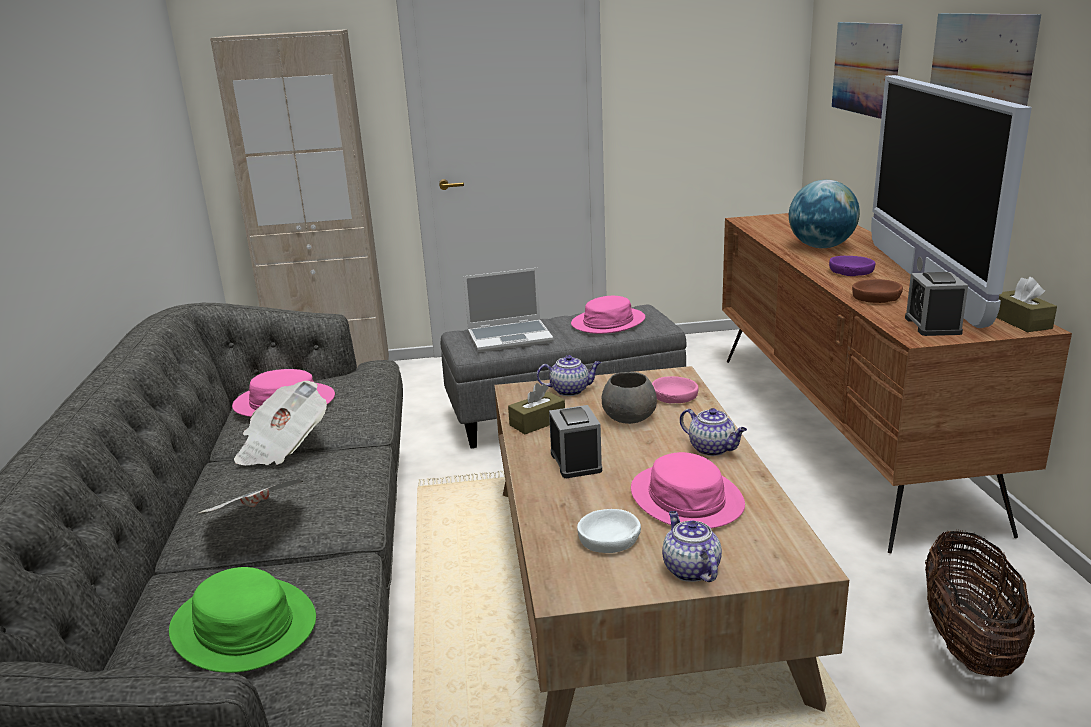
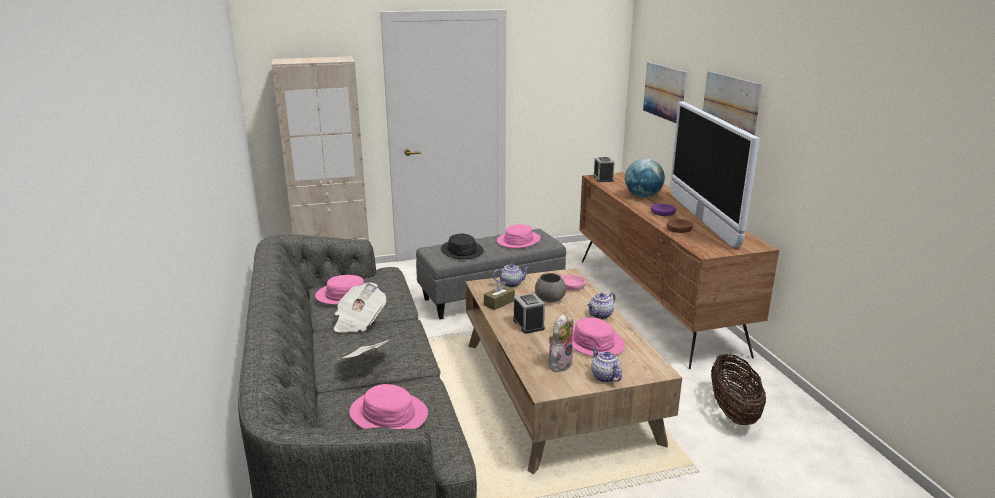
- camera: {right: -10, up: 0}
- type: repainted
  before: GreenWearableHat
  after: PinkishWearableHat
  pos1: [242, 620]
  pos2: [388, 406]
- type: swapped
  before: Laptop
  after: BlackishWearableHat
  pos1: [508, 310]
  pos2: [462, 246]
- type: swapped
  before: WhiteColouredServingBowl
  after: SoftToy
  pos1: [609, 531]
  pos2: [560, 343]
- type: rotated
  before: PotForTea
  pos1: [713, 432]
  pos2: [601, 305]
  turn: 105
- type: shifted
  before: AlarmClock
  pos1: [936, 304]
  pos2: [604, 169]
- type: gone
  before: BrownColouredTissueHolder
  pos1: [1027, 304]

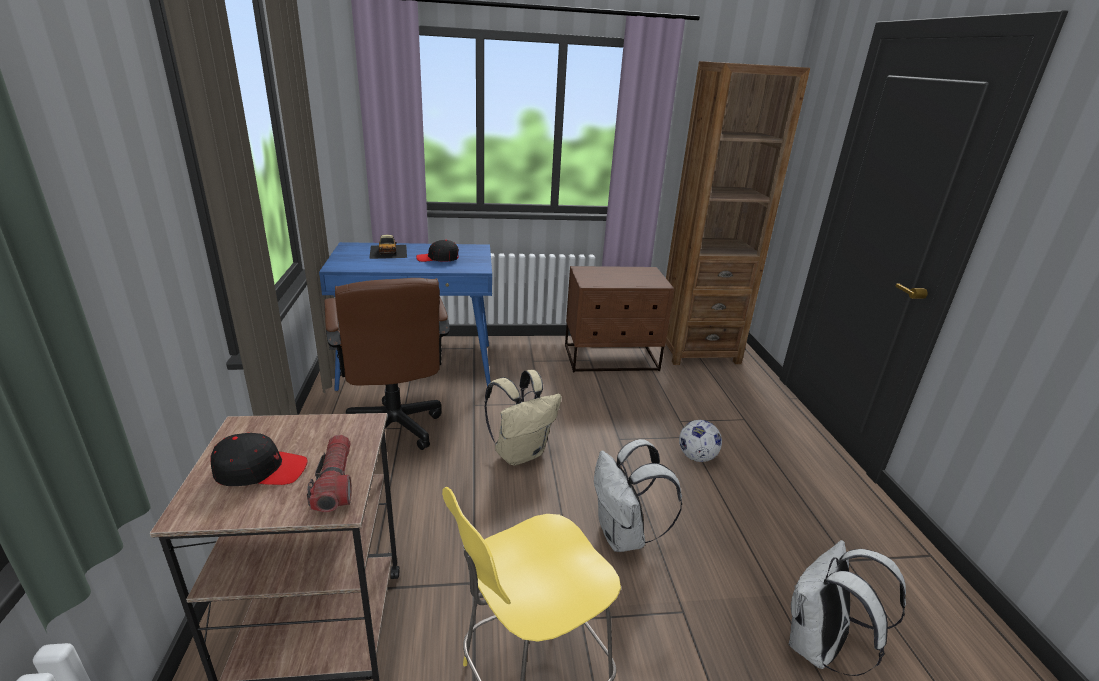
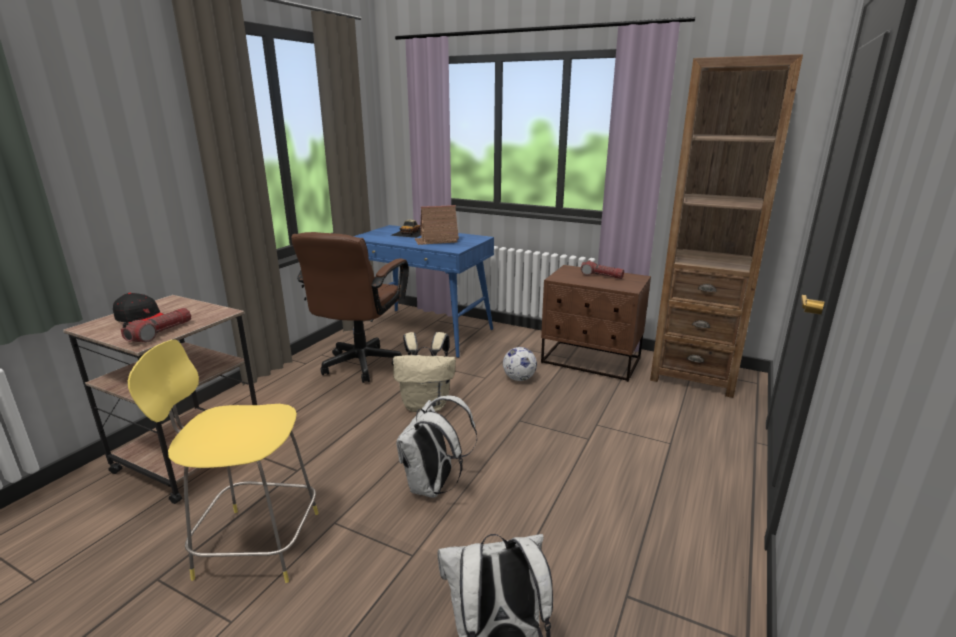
- camera: {right: 35, up: -5}
- type: swapped
  before: BlackishBaseballCap
  after: ModelHouse
  pos1: [437, 251]
  pos2: [436, 225]
- type: shifted
  before: BallForFootball
  pos1: [700, 441]
  pos2: [520, 364]
- type: new
  after: Torch
  pos2: [602, 269]

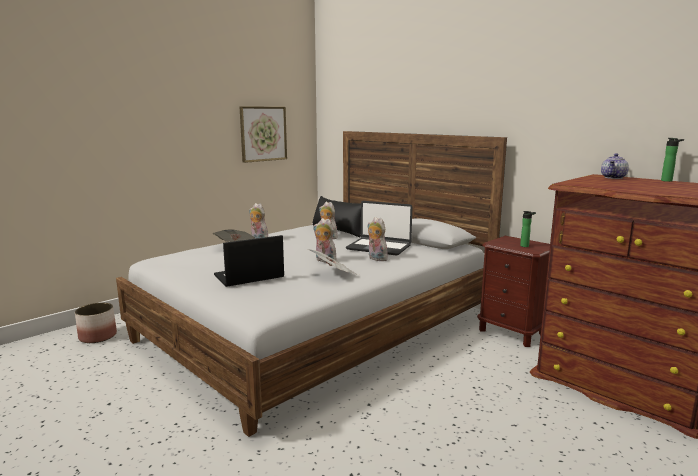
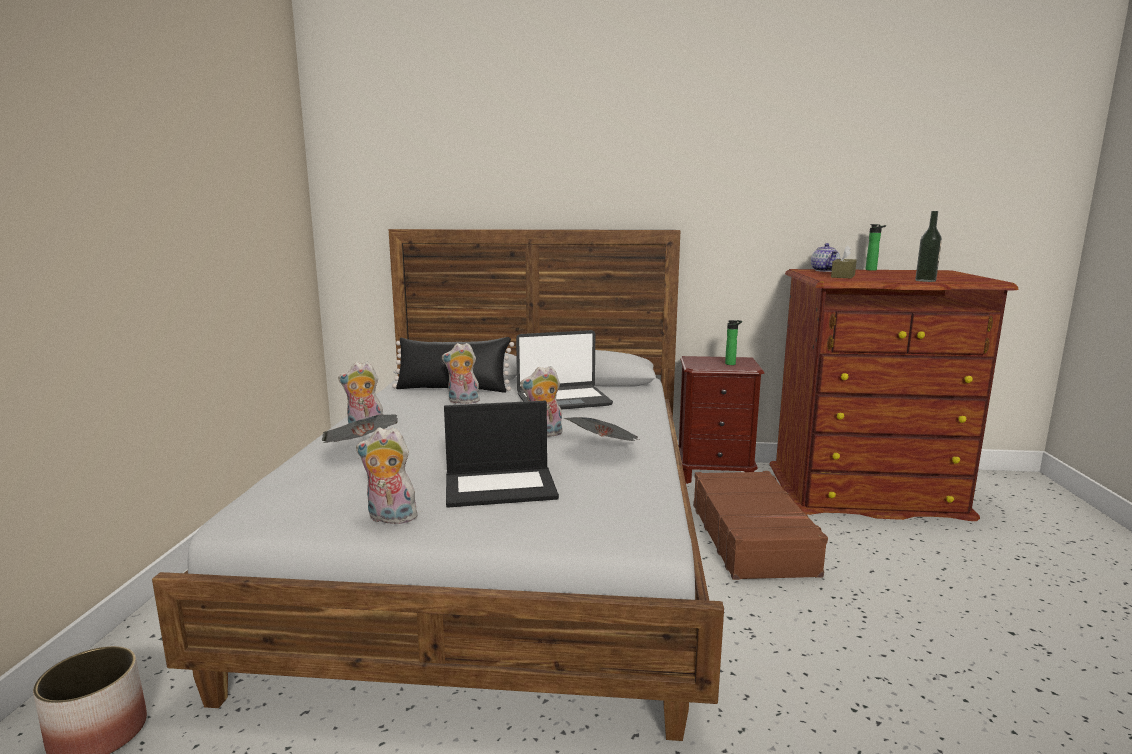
- camera: {right: -40, up: 0}
- type: shifted
  before: SoftToy
  pos1: [377, 239]
  pos2: [388, 476]
- type: rotated
  before: Laptop
  pos1: [249, 261]
  pos2: [501, 454]
  turn: -120
- type: new
  after: BrownColouredSuitcase
  pos2: [760, 525]
- type: new
  after: BrownColouredTissueHolder
  pos2: [844, 261]
- type: new
  after: BeverageBottle
  pos2: [928, 246]
- type: gone
  before: WallArt
  pos1: [263, 134]

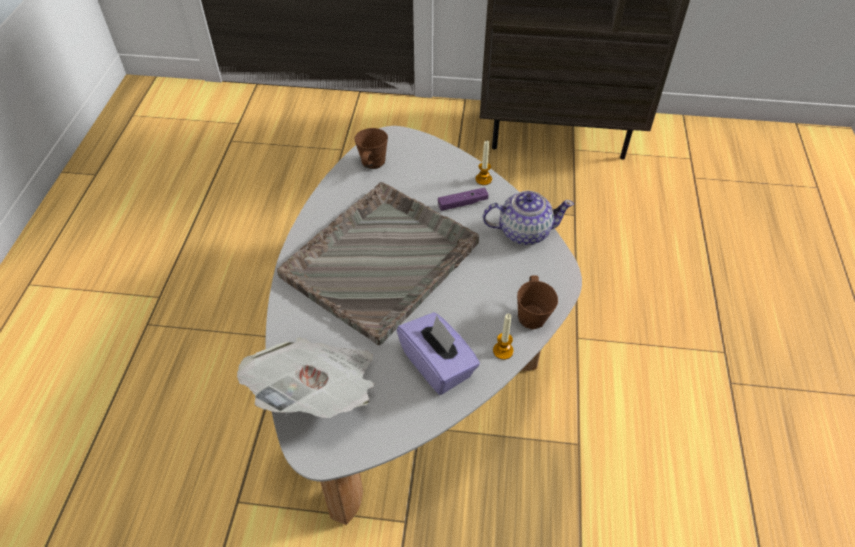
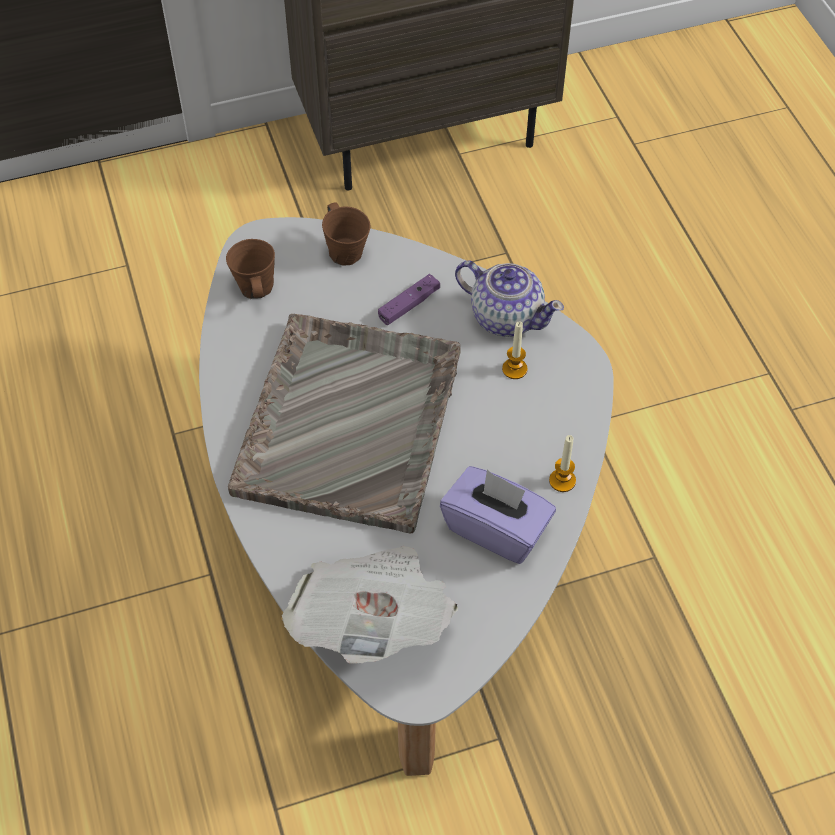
- camera: {right: -25, up: 5}
- type: shifted
  before: BrownColouredCoffeeMug
  pos1: [537, 302]
  pos2: [346, 233]
- type: rotated
  before: PotForTea
  pos1: [528, 218]
  pos2: [509, 299]
  turn: 60
- type: shifted
  before: Candle
  pos1: [483, 163]
  pos2: [515, 350]

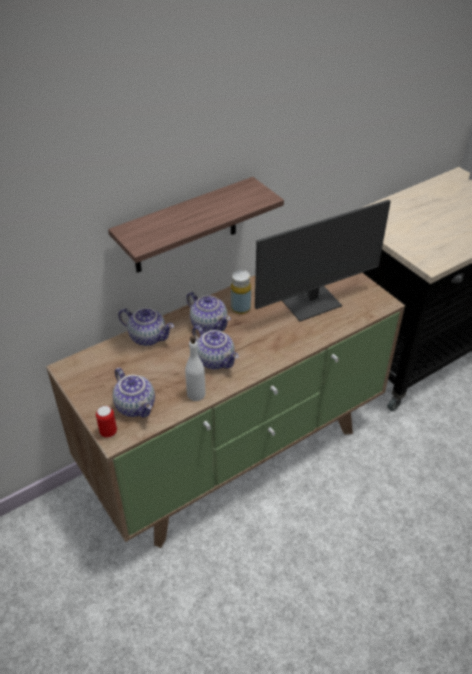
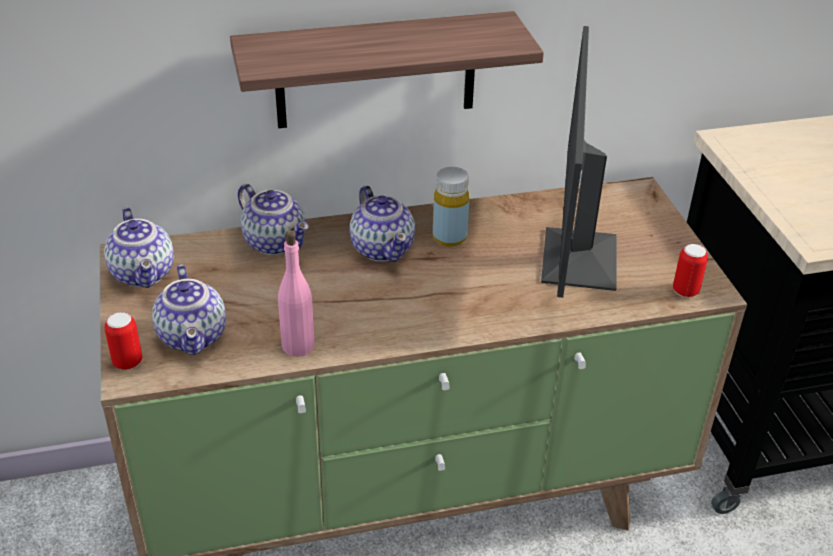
- camera: {right: 20, up: -5}
- type: shifted
  before: PotForTea
  pos1: [215, 347]
  pos2: [139, 247]
- type: repainted
  before: WhiteColouredBeverageBottle
  after: PinkishBeverageBottle
  pos1: [195, 368]
  pos2: [296, 293]
- type: rotated
  before: Monitor
  pos1: [323, 260]
  pos2: [579, 162]
  turn: 105
- type: new
  after: SealedCan
  pos2: [690, 271]

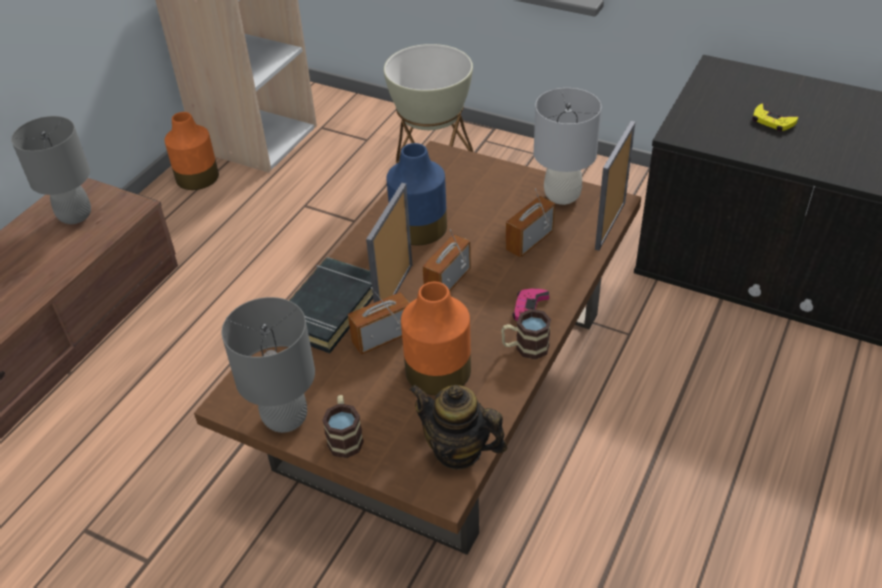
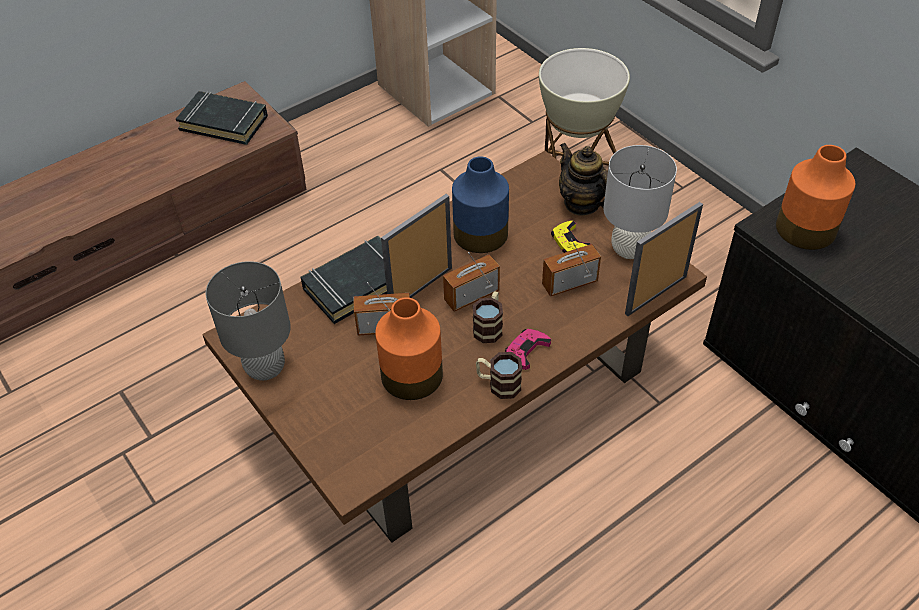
- camera: {right: 25, up: 5}
- type: swapped
  before: GrayTableLamp
  after: BlackishBoundBook
  pos1: [51, 170]
  pos2: [222, 118]
- type: shifted
  before: CoffeeMug
  pos1: [343, 426]
  pos2: [488, 317]
- type: shifted
  before: YellowishGamepad
  pos1: [775, 117]
  pos2: [570, 237]
- type: shifted
  before: PotForTea
  pos1: [458, 427]
  pos2: [583, 179]
- type: shifted
  before: OrangeDecorativeVase
  pos1: [192, 151]
  pos2: [815, 197]

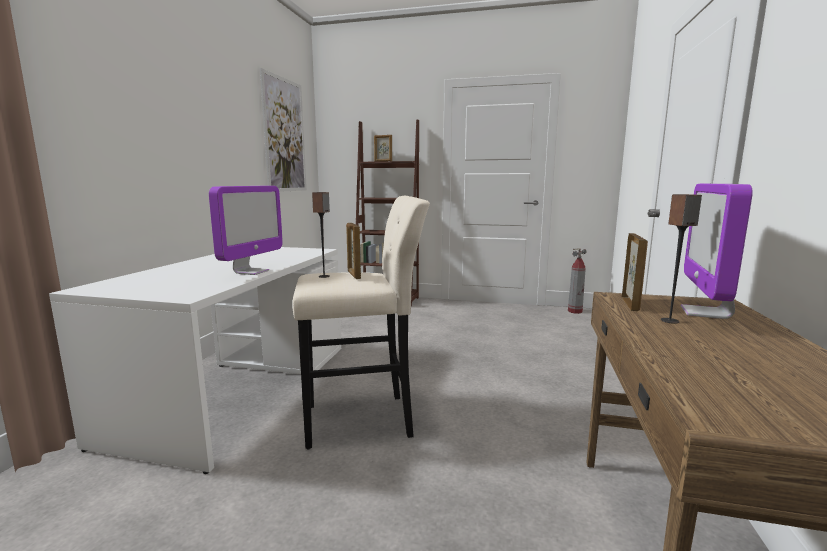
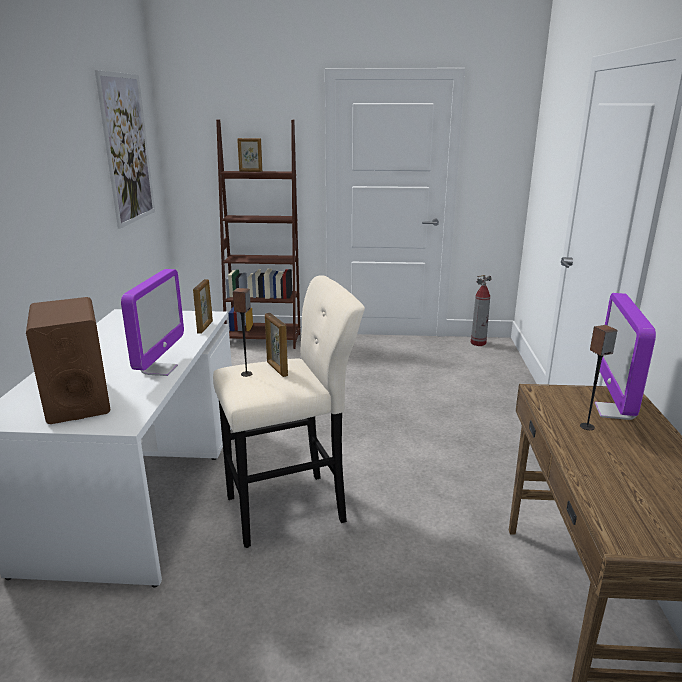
- camera: {right: -10, up: 10}
- type: new
  after: BrownColouredAudioSpeaker
  pos2: [68, 360]
- type: shifted
  before: PictureFrame
  pos1: [635, 272]
  pos2: [203, 306]

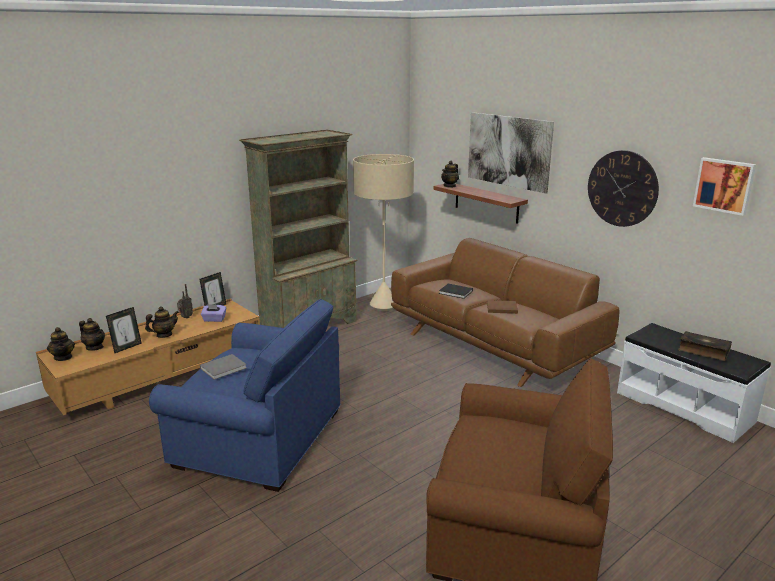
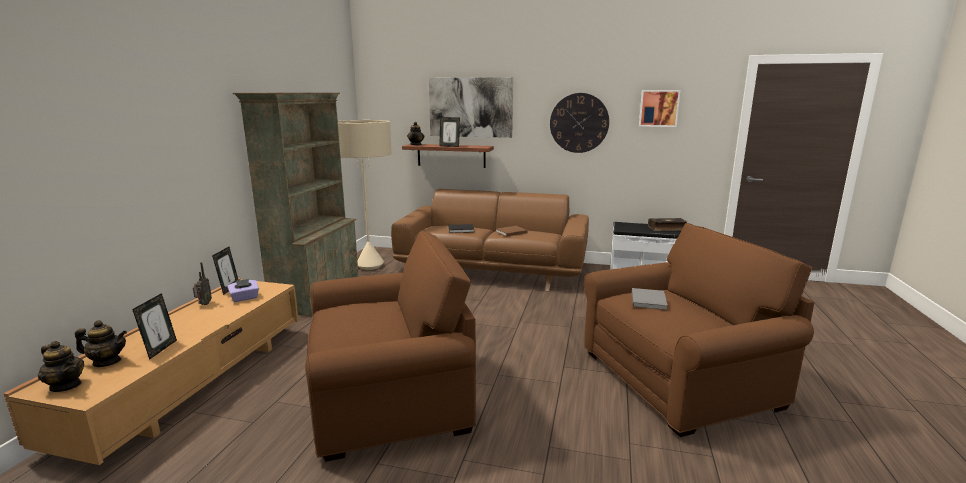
- camera: {right: -35, up: -5}
- type: repainted
  before: BlueColouredLoungeChair
  after: BrownColouredLoungeChair
  pos1: [245, 395]
  pos2: [390, 346]
- type: new
  after: PictureFrame
  pos2: [449, 132]
- type: shifted
  before: GrayBoundBook
  pos1: [223, 367]
  pos2: [650, 299]
- type: gone
  before: PotForTea
  pos1: [162, 322]

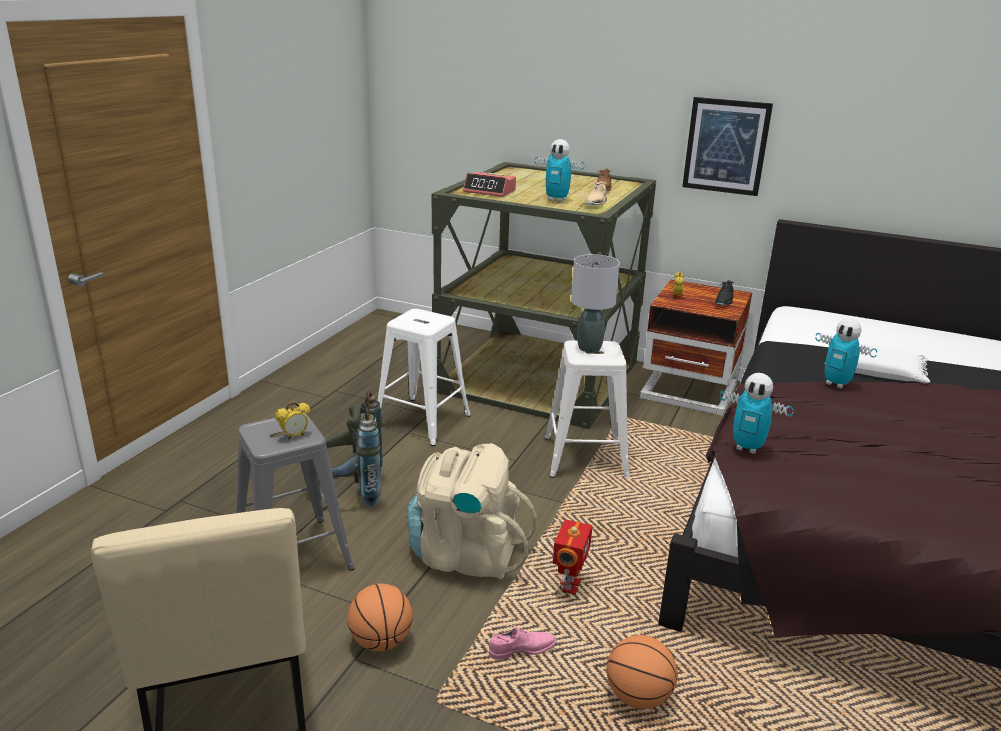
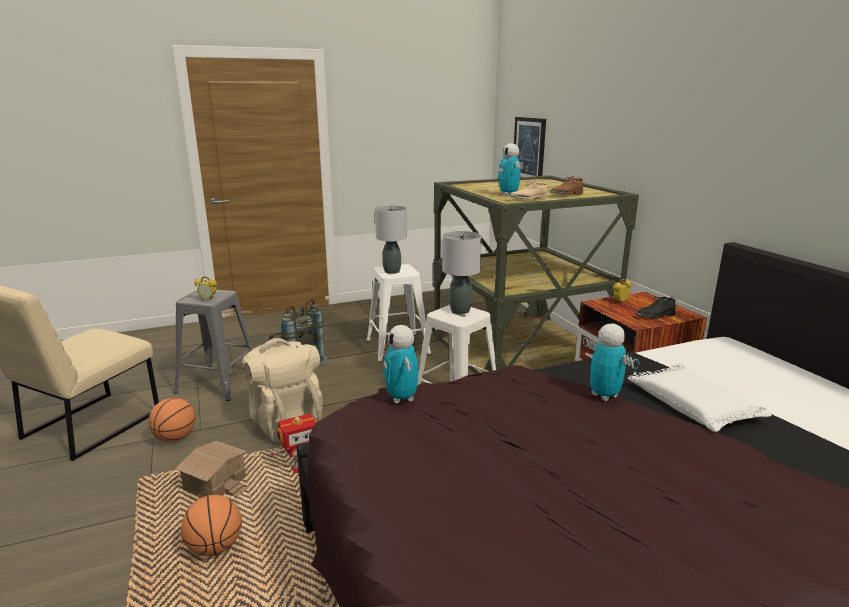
- camera: {right: 45, up: -5}
- type: swapped
  before: PinkishLowShoe
  after: ModelHouse
  pos1: [523, 642]
  pos2: [211, 469]
- type: new
  after: GrayTableLamp
  pos2: [391, 239]
- type: shifted
  before: WallArt
  pos1: [727, 146]
  pos2: [530, 147]
- type: rotated
  before: ModelRobot
  pos1: [846, 353]
  pos2: [611, 362]
  turn: 150
- type: gone
  before: AlarmClock
  pos1: [489, 184]

